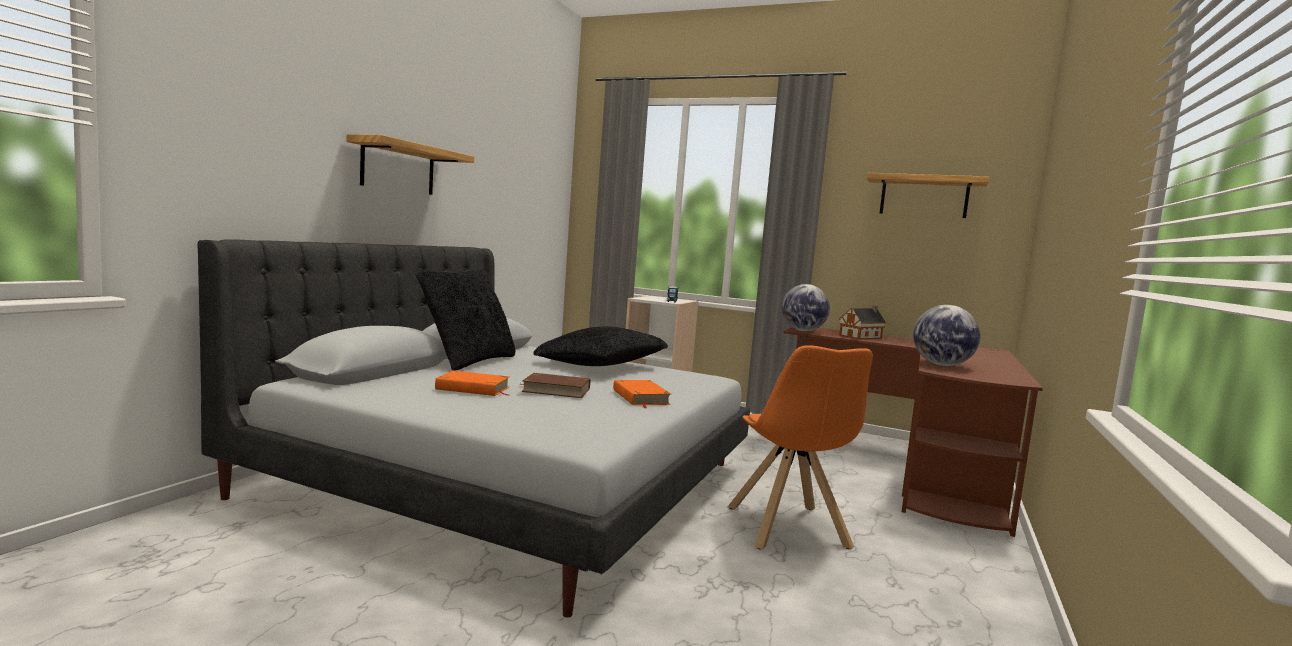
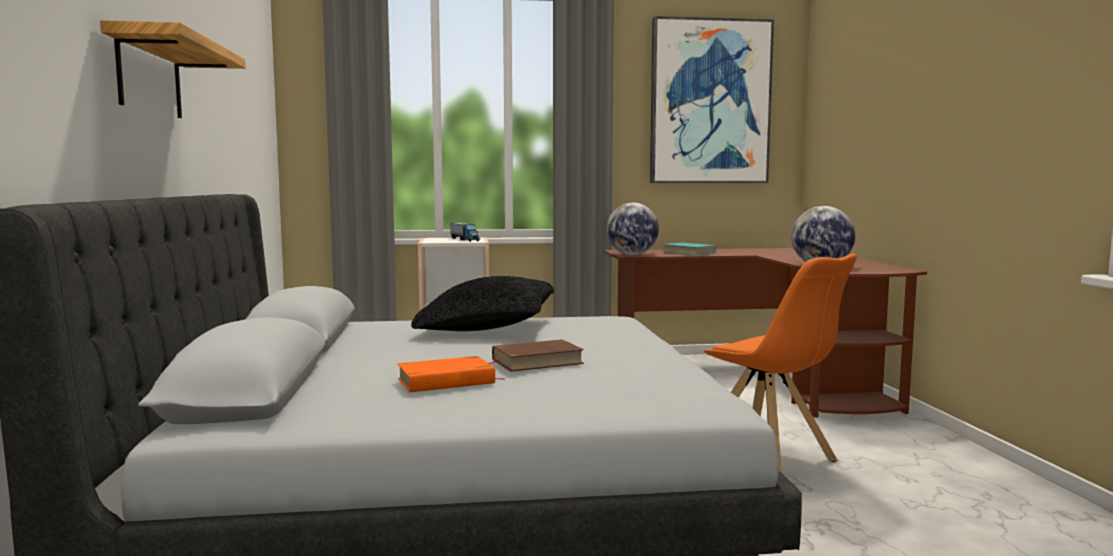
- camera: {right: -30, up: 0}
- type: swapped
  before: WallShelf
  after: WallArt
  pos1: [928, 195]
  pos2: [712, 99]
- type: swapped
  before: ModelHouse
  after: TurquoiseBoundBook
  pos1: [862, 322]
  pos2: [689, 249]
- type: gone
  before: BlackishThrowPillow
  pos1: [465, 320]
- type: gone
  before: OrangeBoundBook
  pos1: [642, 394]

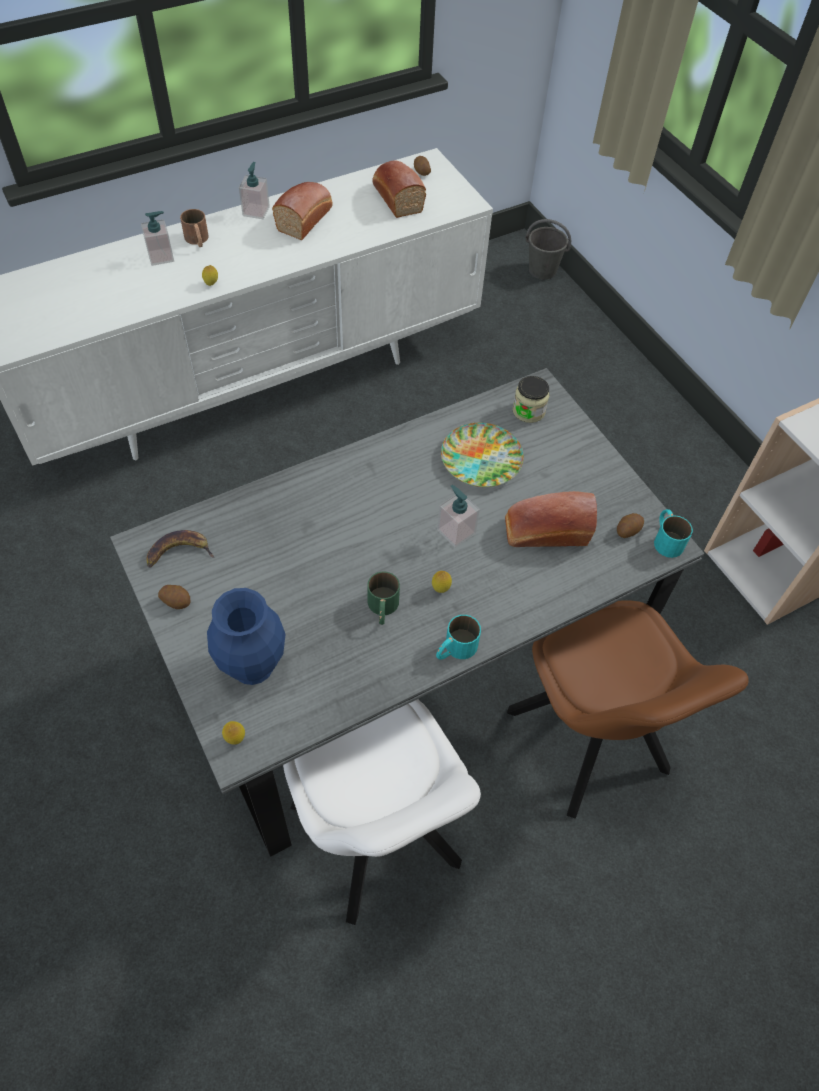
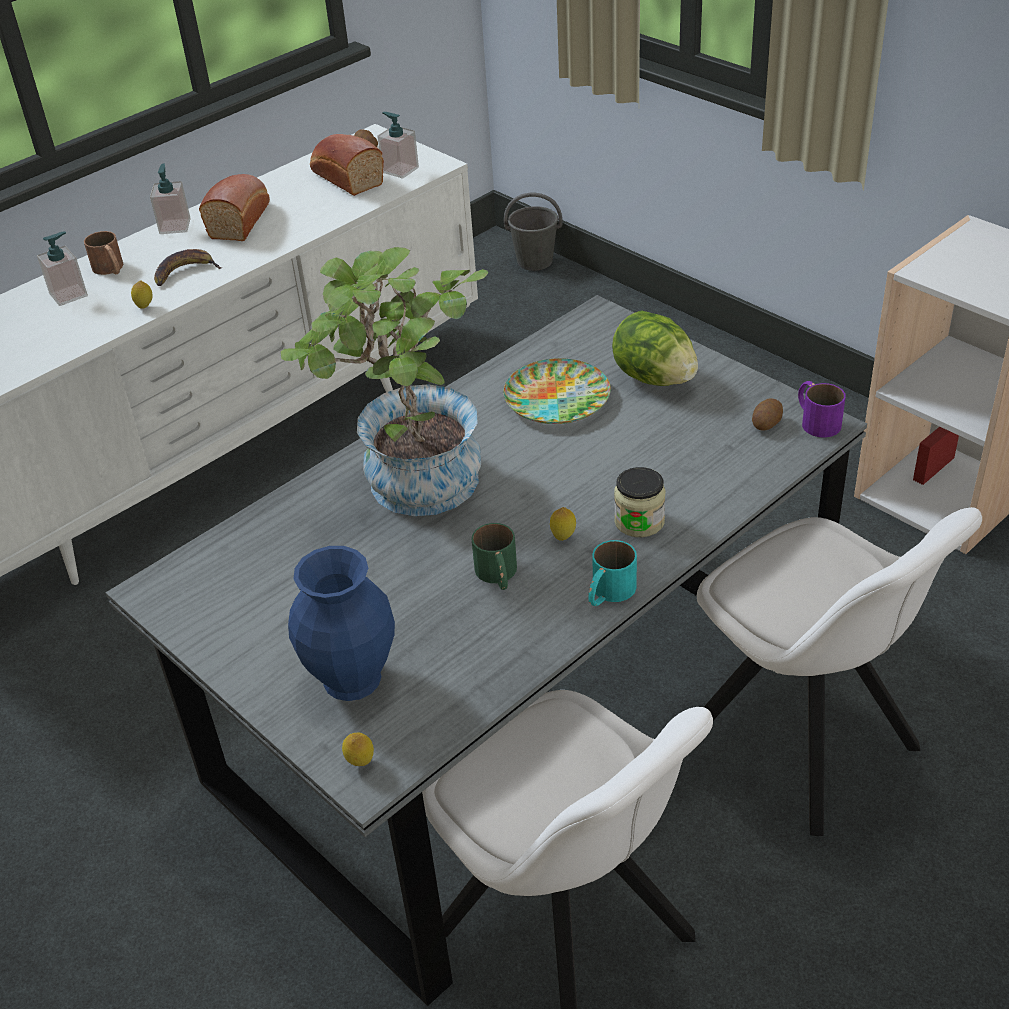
- camera: {right: -10, up: -15}
- type: shifted
  before: WholeBanana
  pos1: [180, 548]
  pos2: [187, 267]
- type: new
  after: PottedPlant
  pos2: [384, 381]
- type: shifted
  before: SoapDispenser
  pos1: [458, 516]
  pos2: [398, 145]
- type: new
  after: HeadOfLettuce
  pos2: [655, 348]
- type: shifted
  before: PreserveJar
  pos1: [531, 399]
  pos2: [640, 502]
- type: repainted
  before: BrownColouredUprightChair
  after: WhiteColouredUprightChair
  pos1: [627, 709]
  pos2: [839, 671]
- type: repainted
  before: TurquoiseCoffeeMug
  after: PurpleCoffeeMug
  pos1: [673, 533]
  pos2: [821, 409]
- type: gone
  before: Potato
  pos1: [174, 597]
- type: gone
  before: Bread
  pos1: [551, 519]

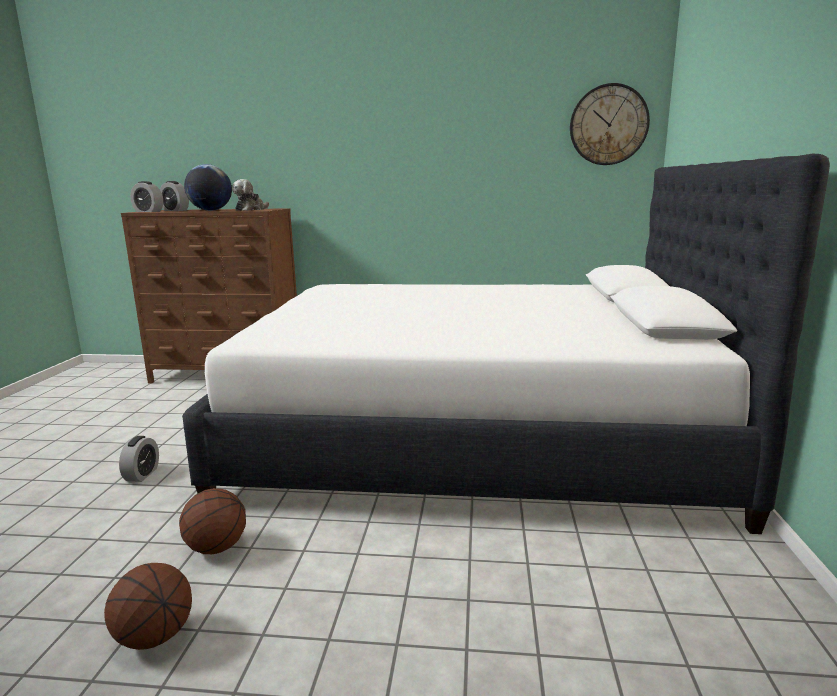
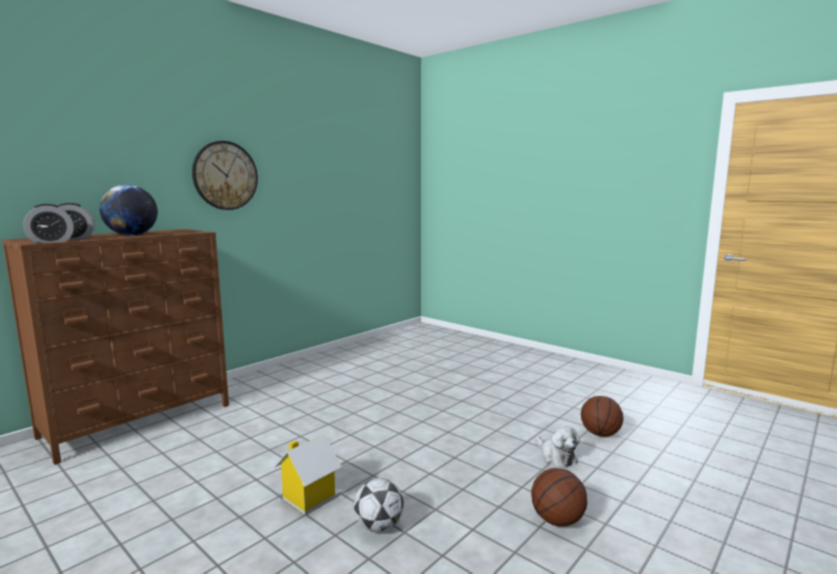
- camera: {right: -55, up: -5}
- type: shifted
  before: HangingClock
  pos1: [610, 124]
  pos2: [225, 175]
- type: swapped
  before: AlarmClock
  after: ModelHouse
  pos1: [139, 459]
  pos2: [308, 474]
- type: new
  after: BallForFootball
  pos2: [379, 505]
- type: shifted
  before: SoftToy
  pos1: [250, 195]
  pos2: [558, 447]
- type: shifted
  before: BallForBasketball
  pos1: [212, 521]
  pos2: [602, 416]
- type: gone
  before: WhiteColouredBedroomBed
  pos1: [506, 344]

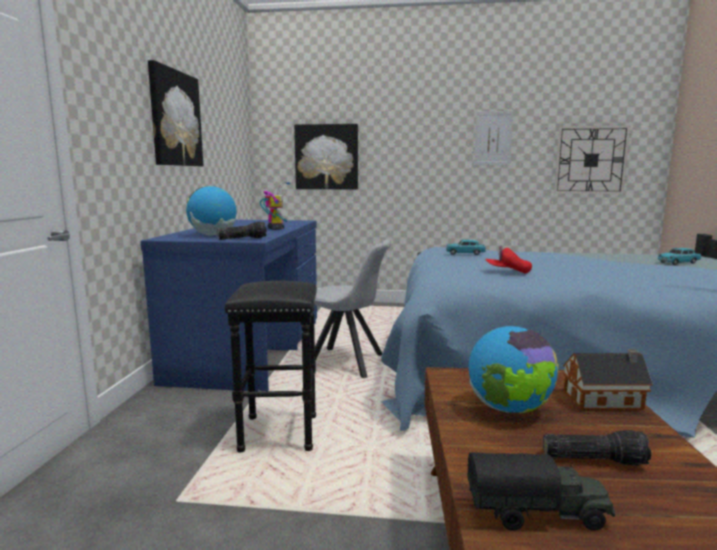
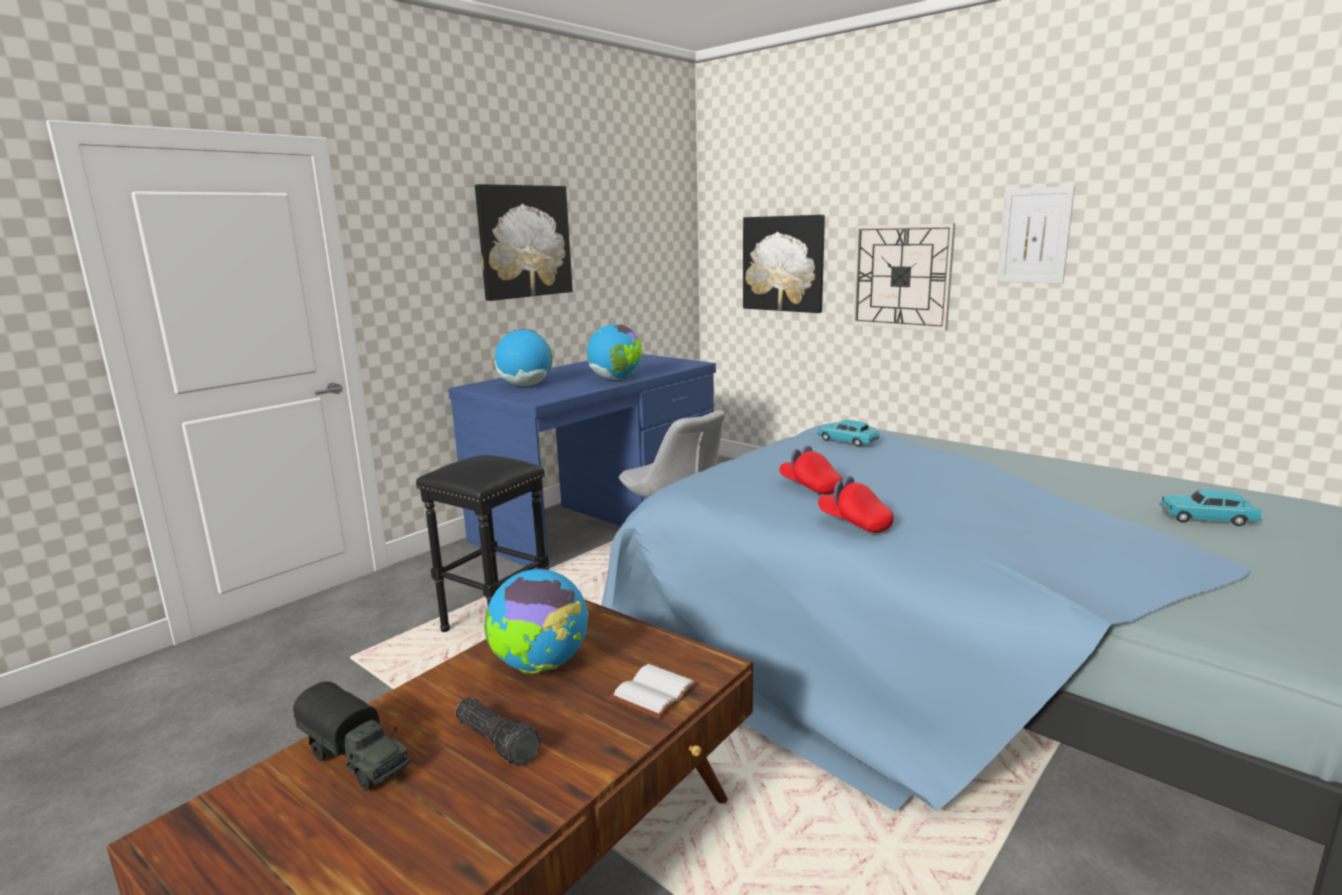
- camera: {right: 35, up: 5}
- type: swapped
  before: ModelRobot
  after: WorldGlobe
  pos1: [275, 206]
  pos2: [614, 352]
- type: swapped
  before: ModelHouse
  after: WhiteColouredBoundBook
  pos1: [608, 380]
  pos2: [654, 691]
- type: new
  after: RedBaseballCap
  pos2: [856, 504]
- type: shifted
  before: HangingClock
  pos1: [592, 160]
  pos2: [903, 277]
- type: gone
  before: Torch
  pos1: [242, 231]

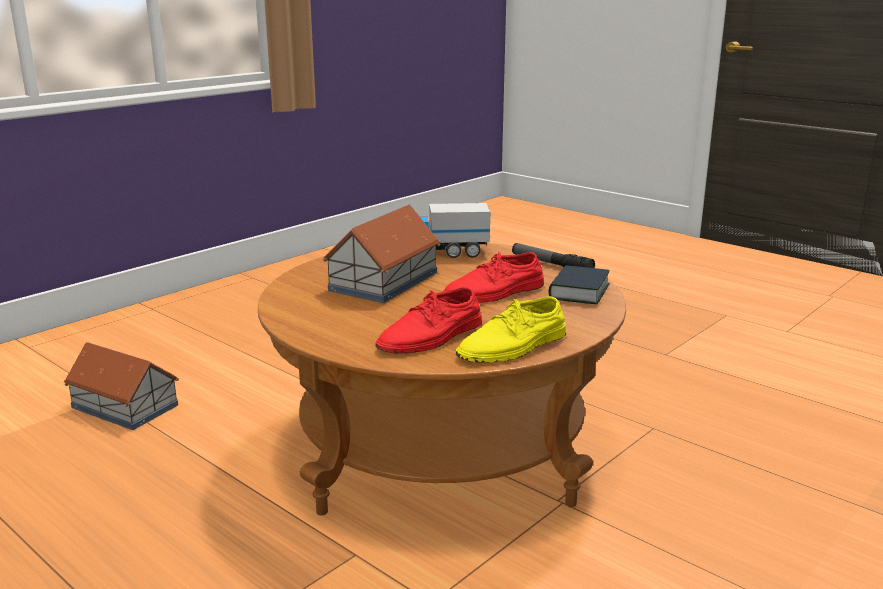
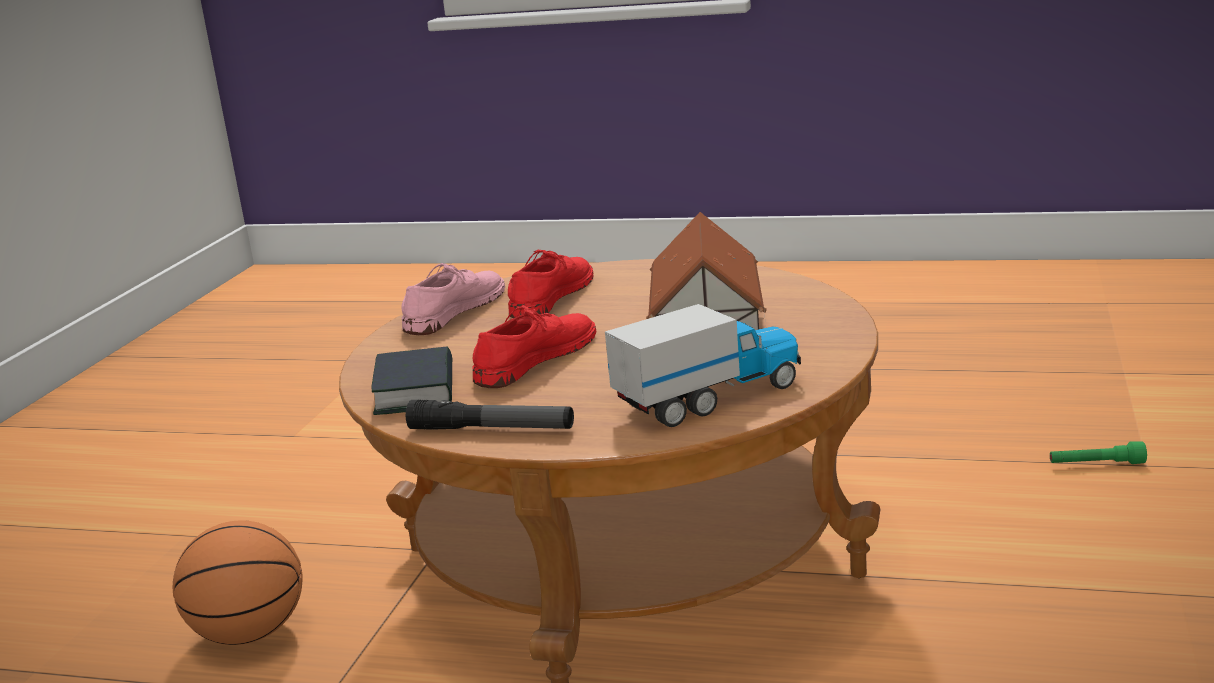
- camera: {right: 155, up: 0}
- type: new
  after: BallForBasketball
  pos2: [238, 582]
- type: repainted
  before: YellowishLowShoe
  after: PinkishLowShoe
  pos1: [511, 329]
  pos2: [453, 299]
- type: swapped
  before: ModelHouse
  after: GreenTorch
  pos1: [121, 386]
  pos2: [1098, 452]

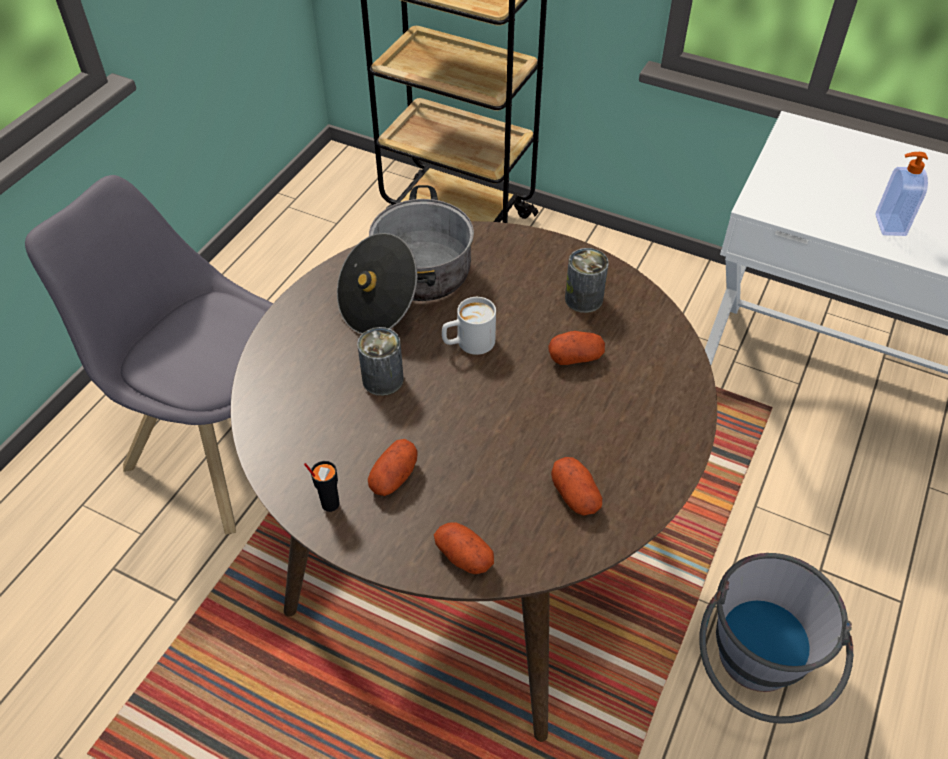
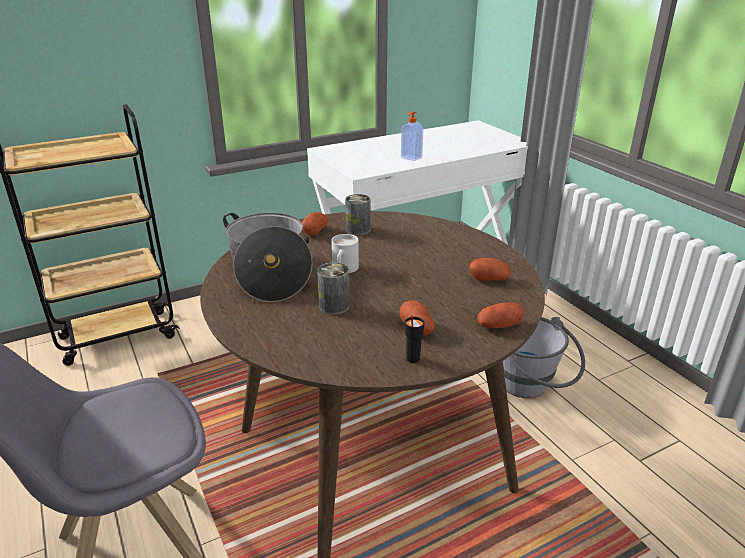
- camera: {right: -55, up: -20}
- type: shifted
  before: Potato
  pos1: [576, 348]
  pos2: [315, 223]

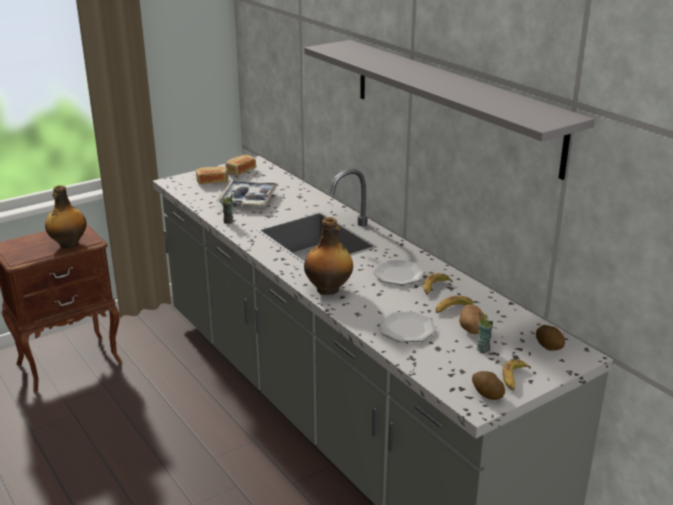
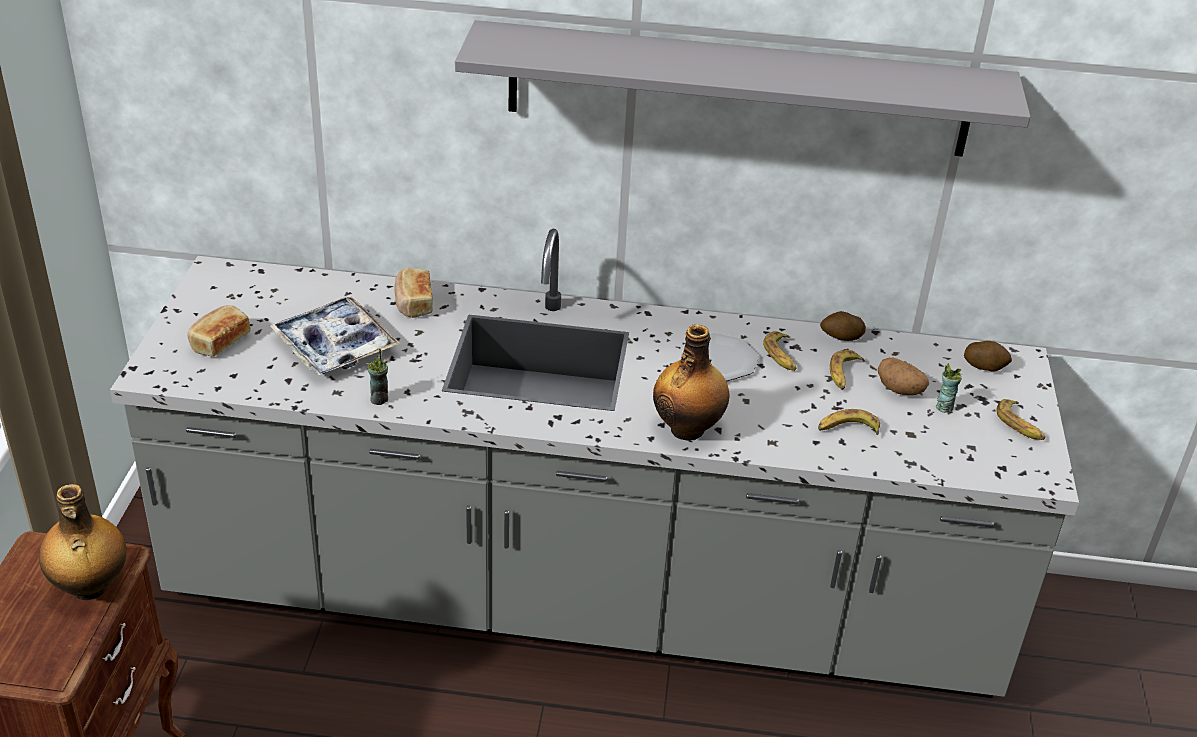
- camera: {right: -50, up: 10}
- type: shifted
  before: Bread
  pos1: [240, 165]
  pos2: [413, 293]
- type: swapped
  before: FlatDish
  after: WholeBanana
  pos1: [407, 327]
  pos2: [849, 422]
- type: shifted
  before: Potato
  pos1: [488, 385]
  pos2: [843, 326]

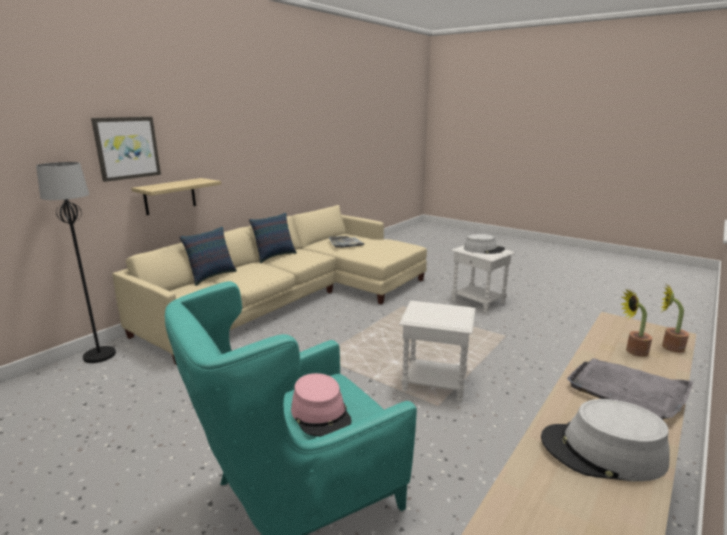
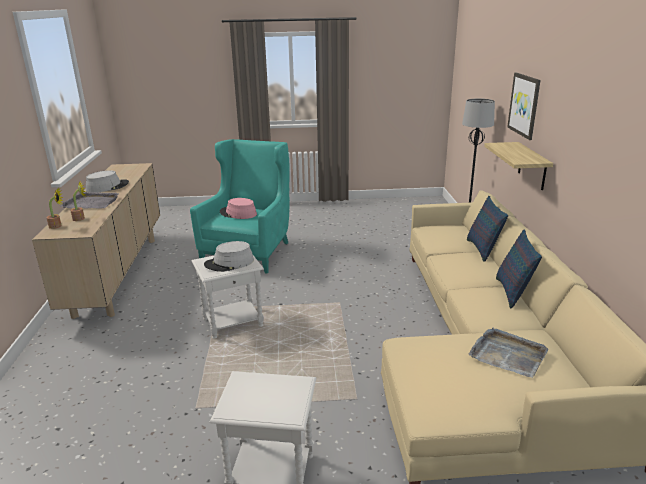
- camera: {right: 140, up: 5}
- type: shifted
  before: GrayWearableHat
  pos1: [484, 244]
  pos2: [229, 256]

